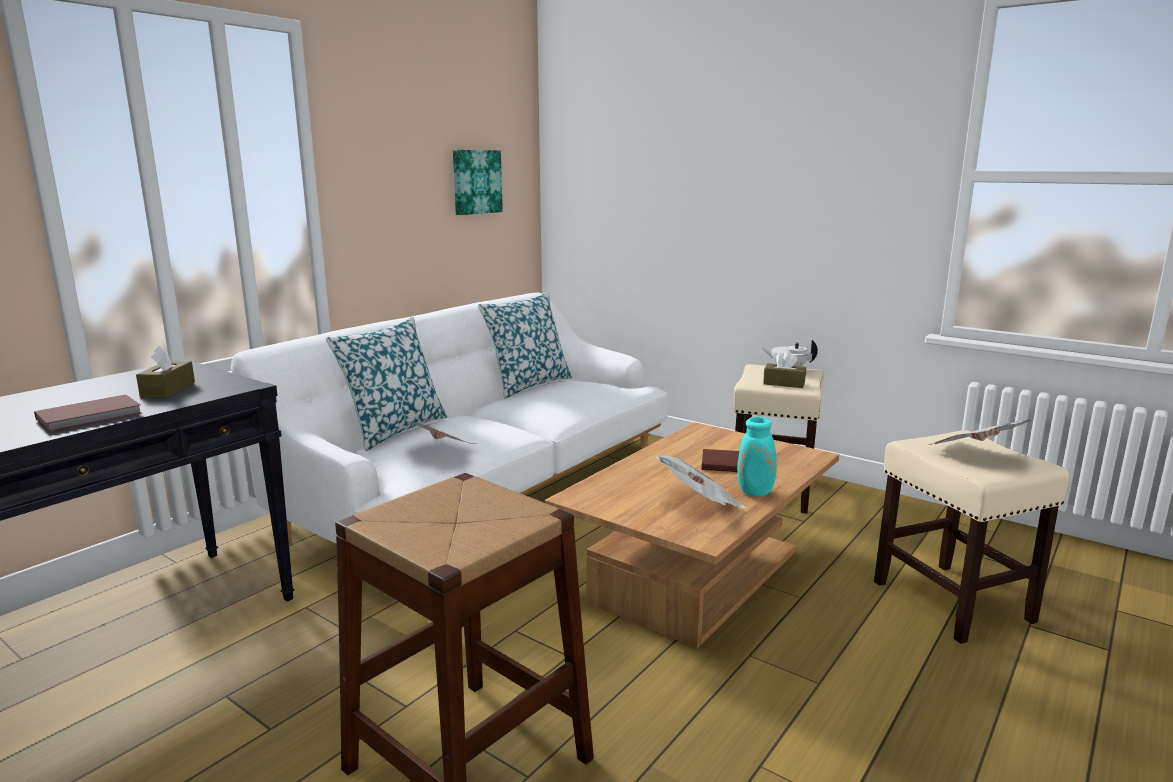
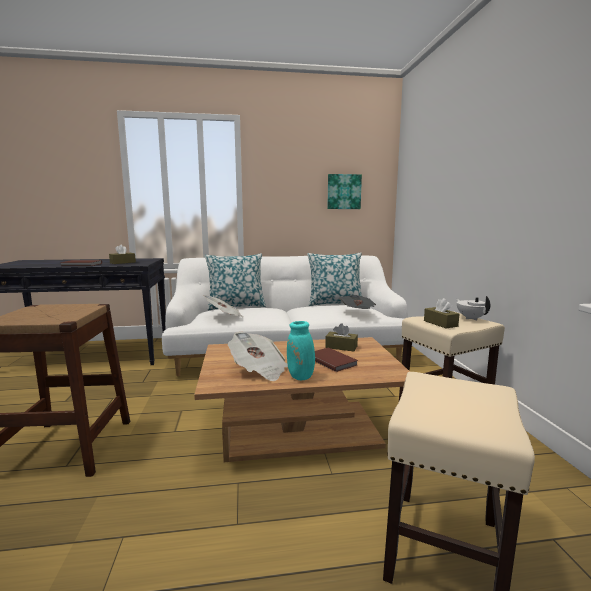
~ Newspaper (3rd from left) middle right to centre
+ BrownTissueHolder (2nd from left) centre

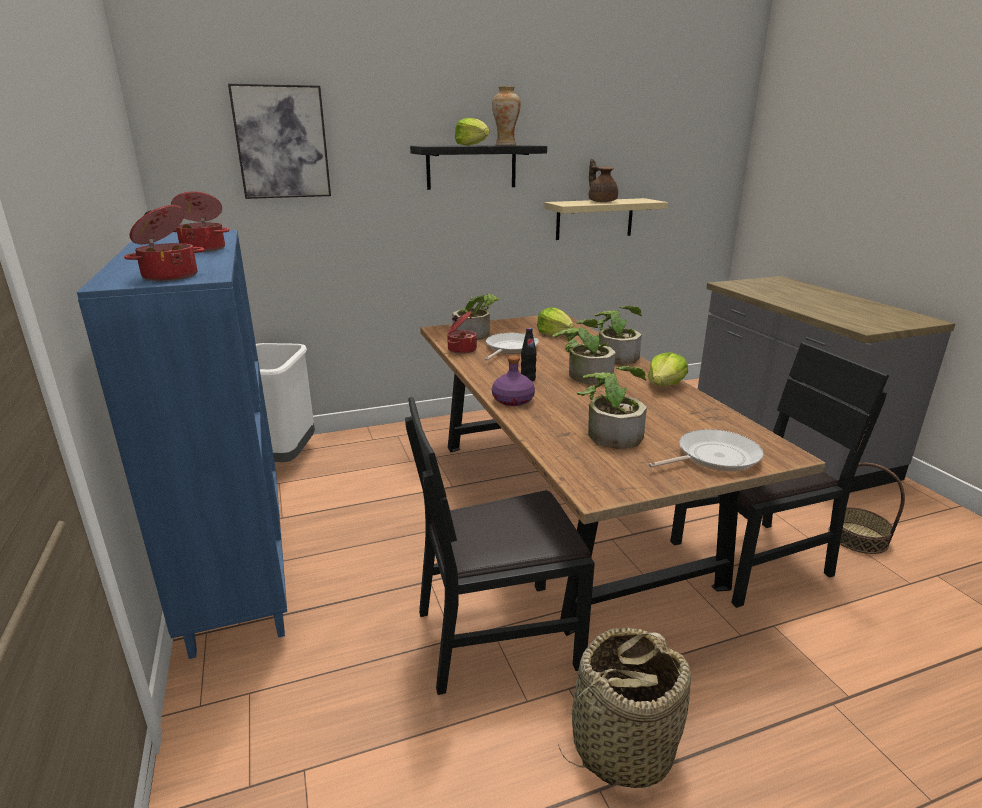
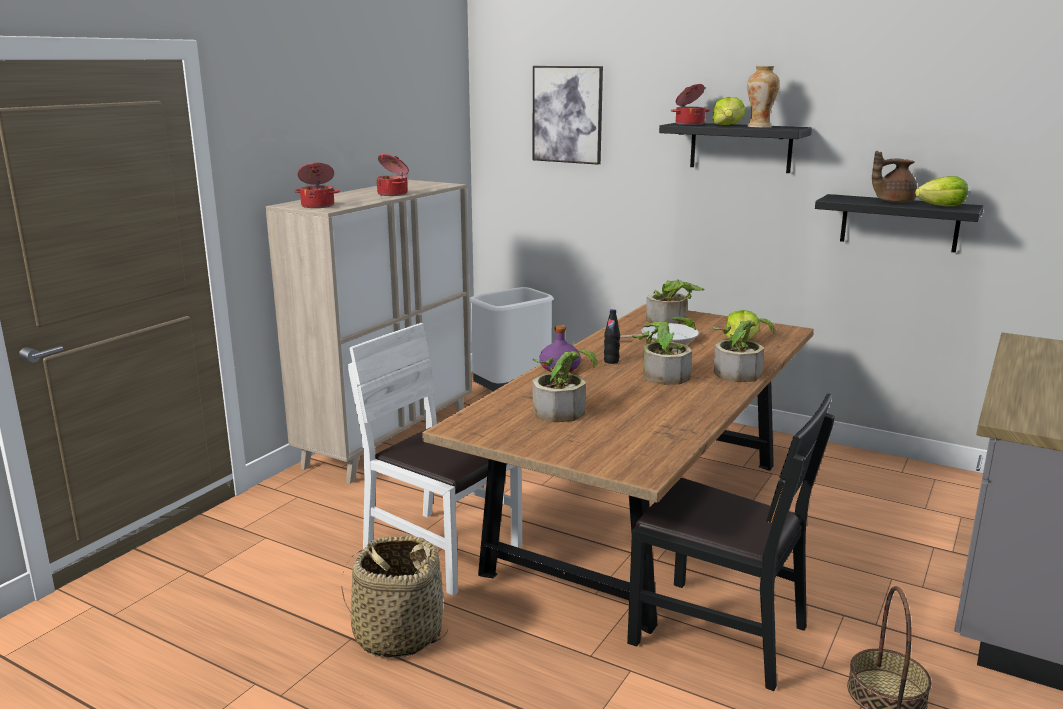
~ BrownTeapot top centre = top right 120 degrees counterclockwise
~ SandColouredShelf top centre to BlackColouredShelf (2nd from left) top right
~ BlueCupboard middle left to SandColouredCupboard centre
~ CookingPot (3rd from left) centre to top centre
~ Lettuce (3rd from left) middle right to top right
~ BlackColouredChair (1st from left) bottom centre to WhiteColouredChair centre
- FryingPan (2nd from left) middle right

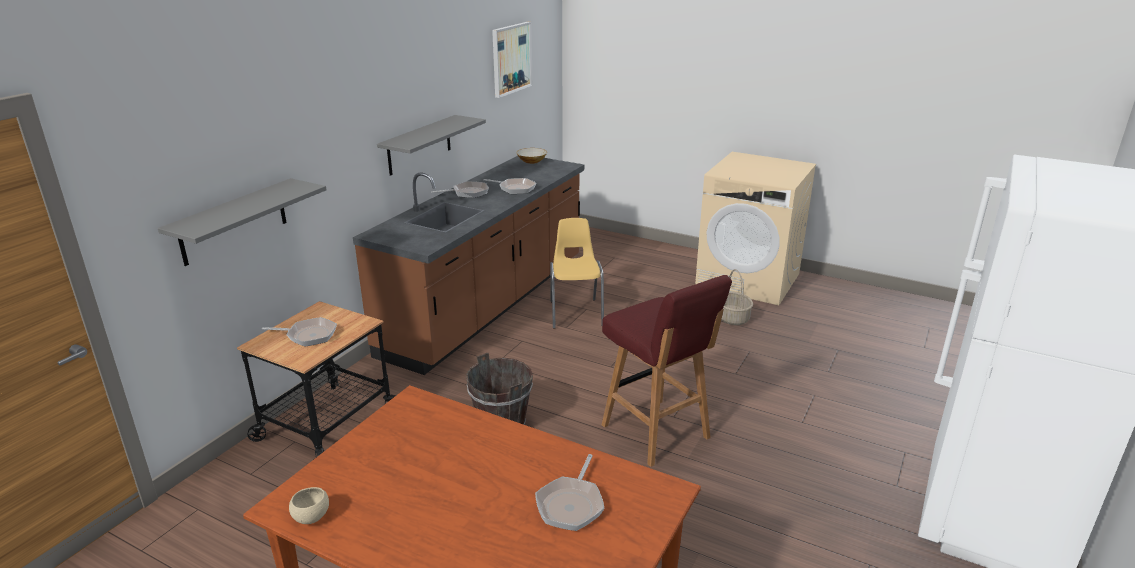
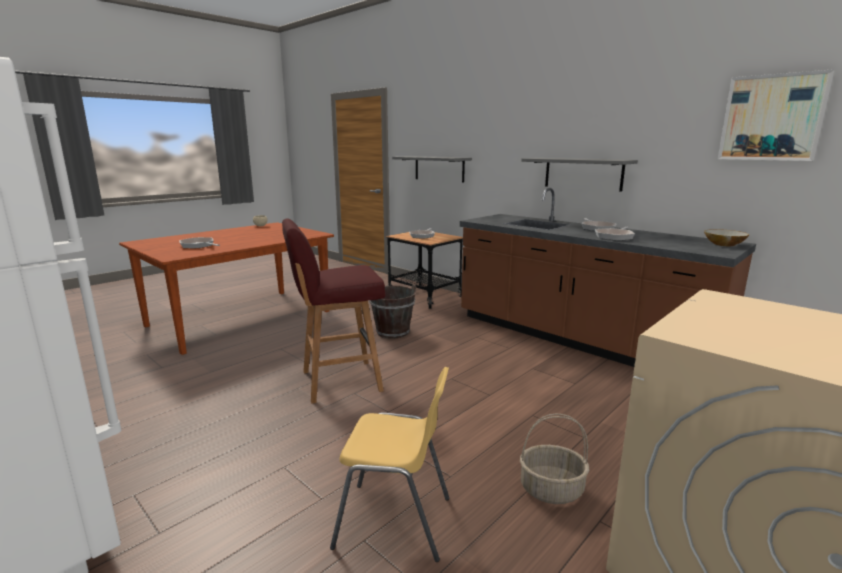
~ YellowColouredChair centre to bottom centre

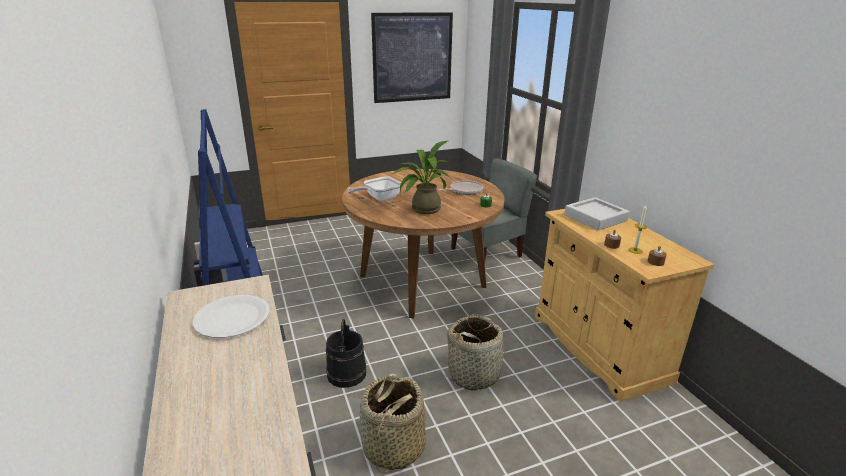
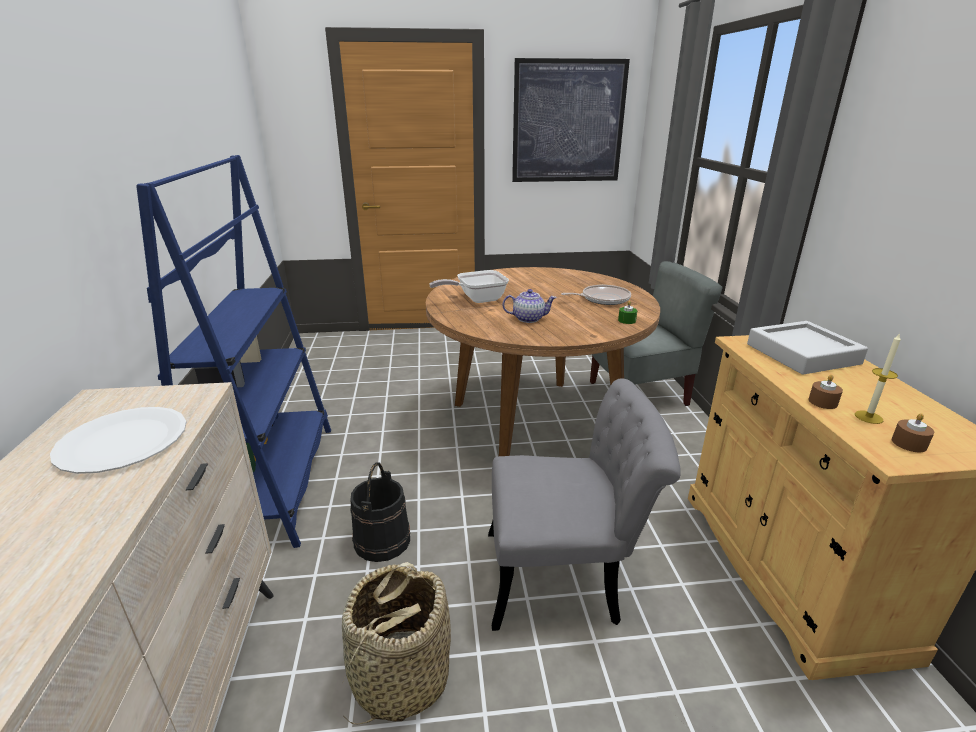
~ Houseplant centre to Teapot centre
~ HouseholdBasket (2nd from left) bottom centre to GreyChair (1st from left) bottom centre

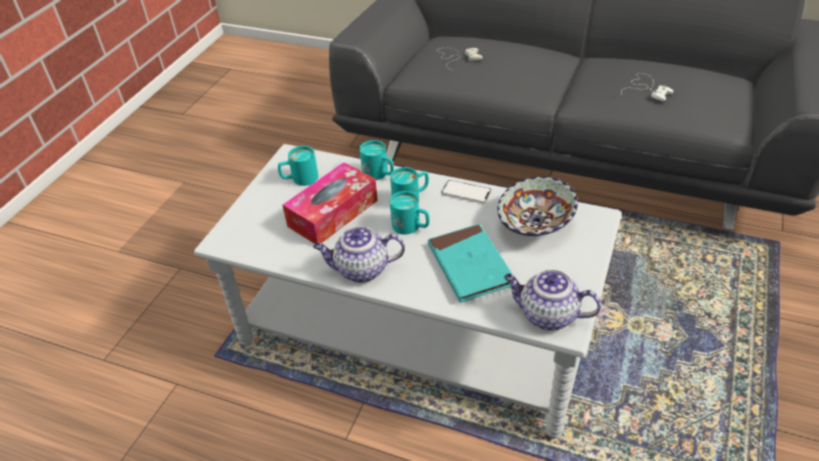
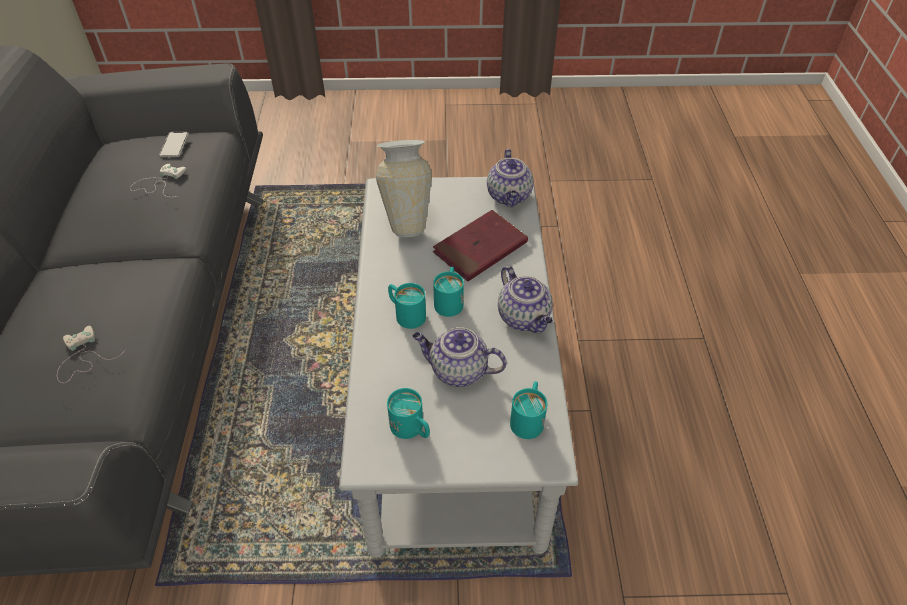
~ TurquoiseColouredCoffeeMug (2nd from left in the first image) centre to TurquoiseColouredCoffeeMug (4th from left) bottom centre
~ TissueHolder centre to Teapot (1st from left) centre
~ Bowl centre to DecorativeVase top centre
~ Handset centre to top left
~ TurquoiseColouredBoundBook centre to RedBoundBook centre

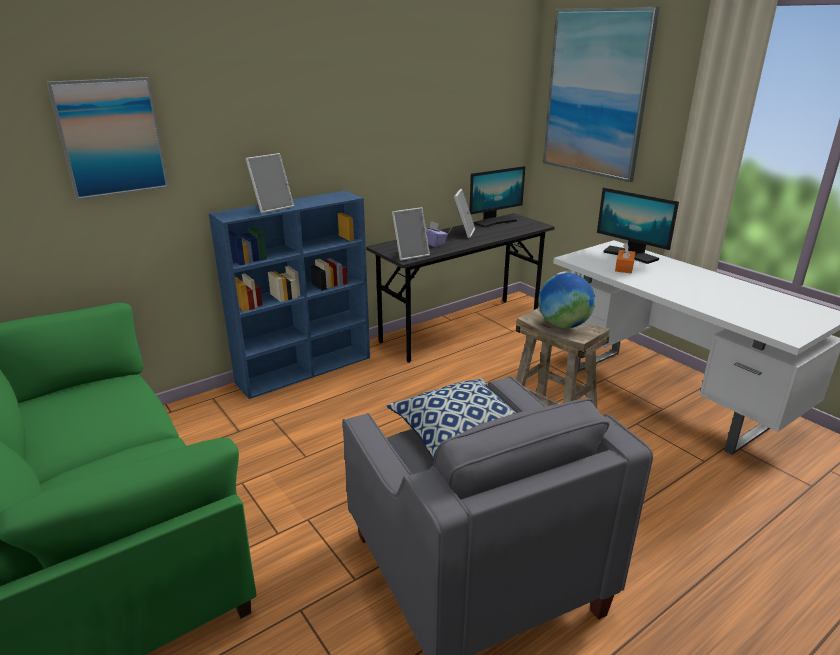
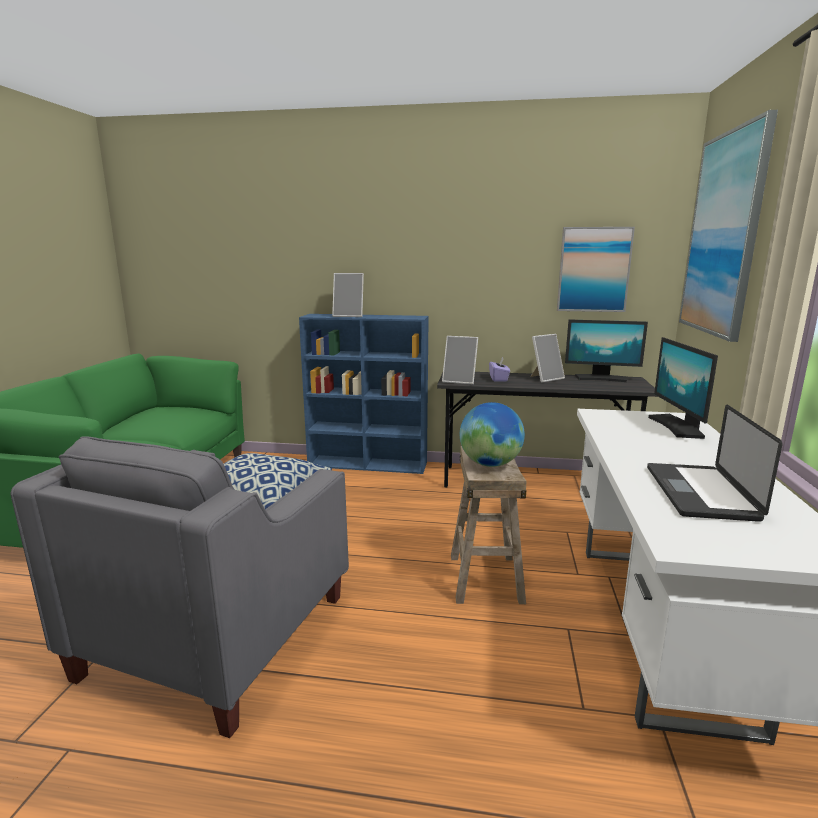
~ WallArt (1st from left) top left to top right
- OrangeColouredTissueHolder middle right
+ NotebookComputer middle right

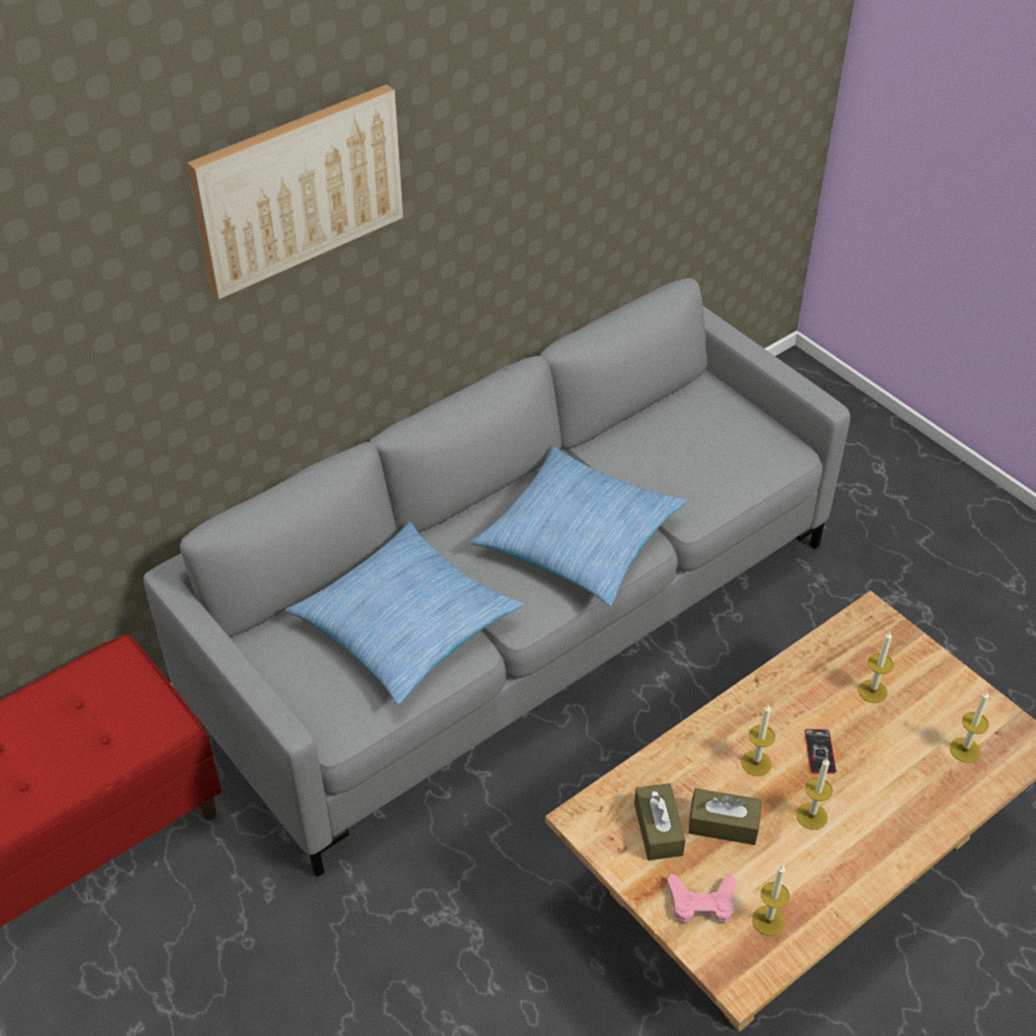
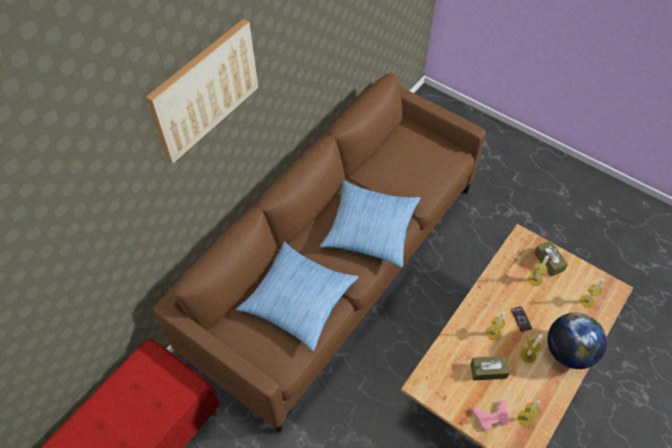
~ GreySettee centre to BrownSettee centre
~ BrownTissueHolder (1st from left in the first image) bottom centre to BrownTissueHolder (2nd from left) middle right
+ DeskGlobe bottom right

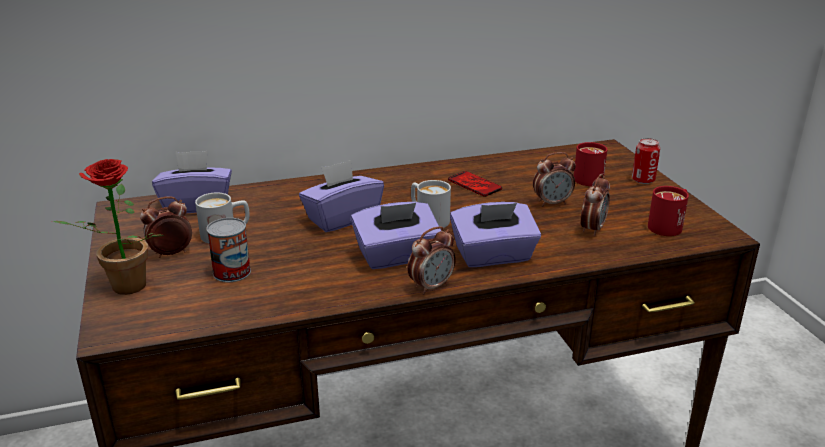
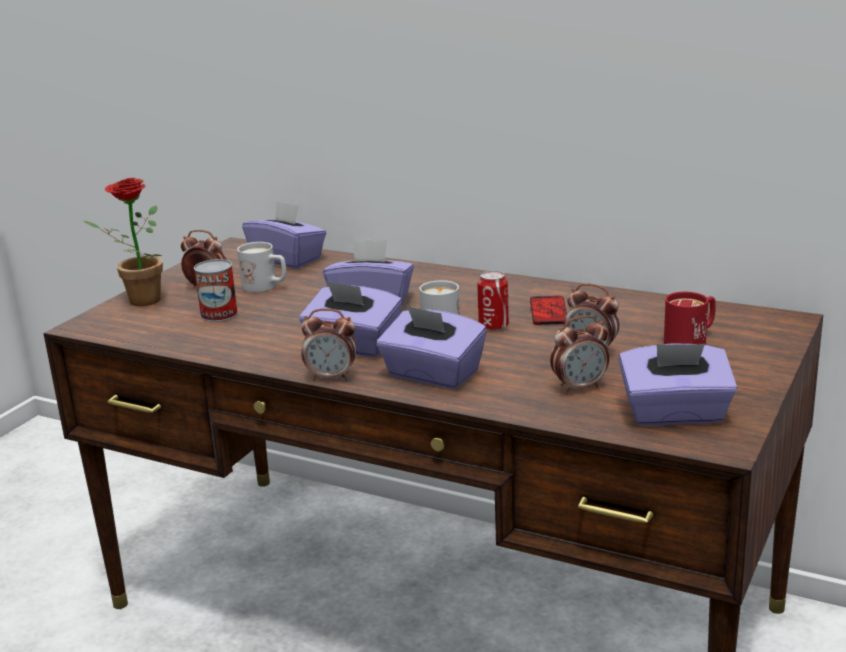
~ MetalCan (2nd from left) middle right to centre
~ RedCoffeeMug (2nd from left) middle right to PurplishTissueHolder (5th from left) middle right

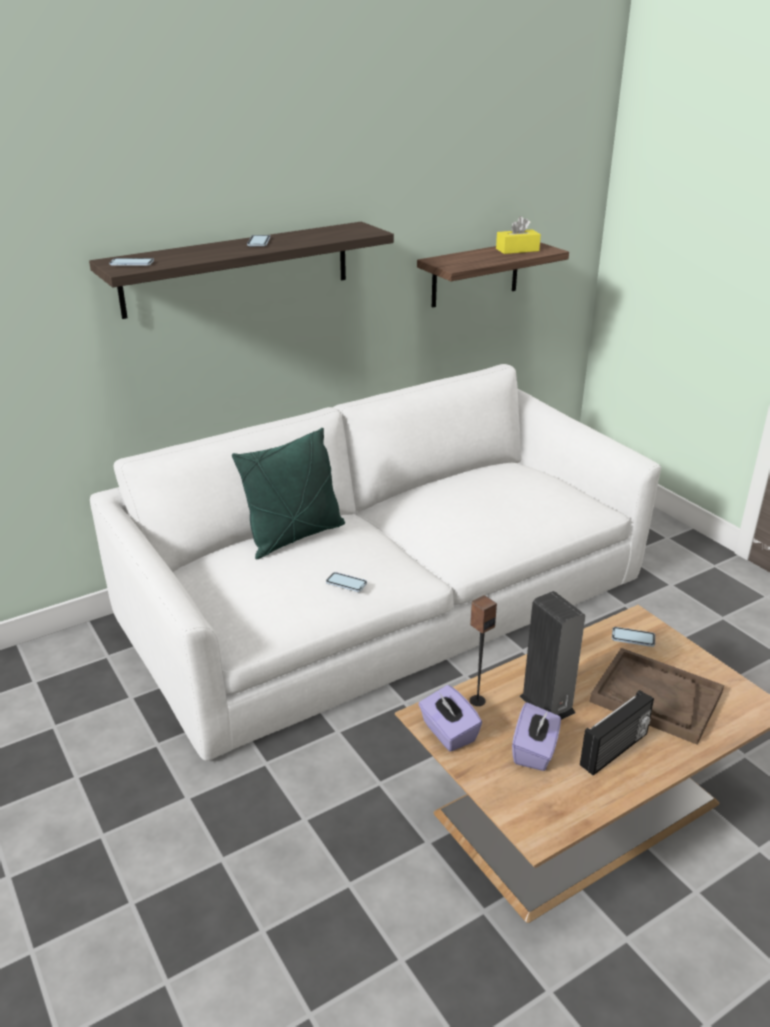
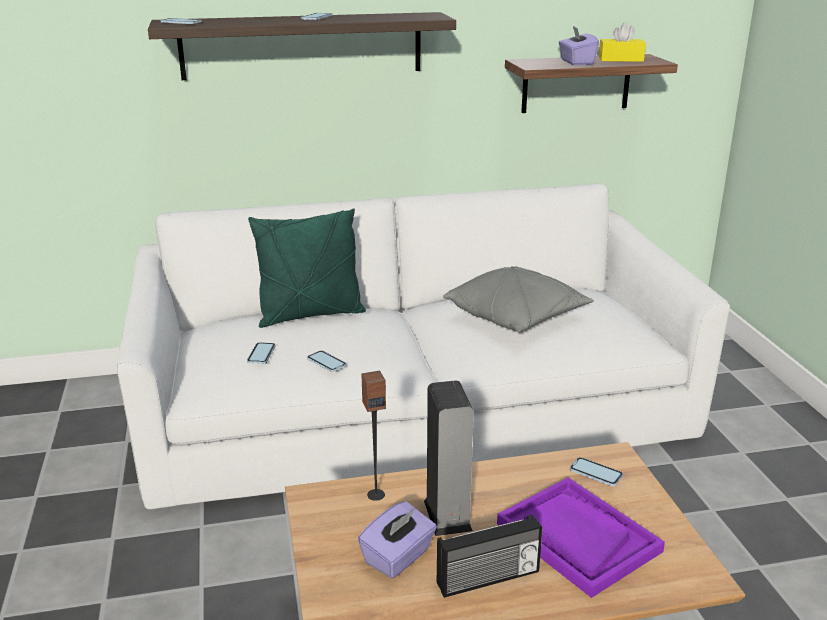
~ BrownCarryingTray bottom right to PurplishCarryingTray bottom right
~ PurplishTissueHolder (1st from left in the first image) bottom centre to PurplishTissueHolder (2nd from left) top right
+ GreyCushion centre
+ Handset (2nd from left) middle left

